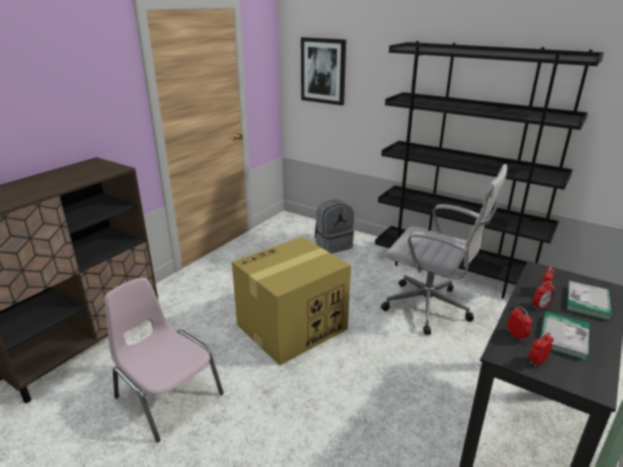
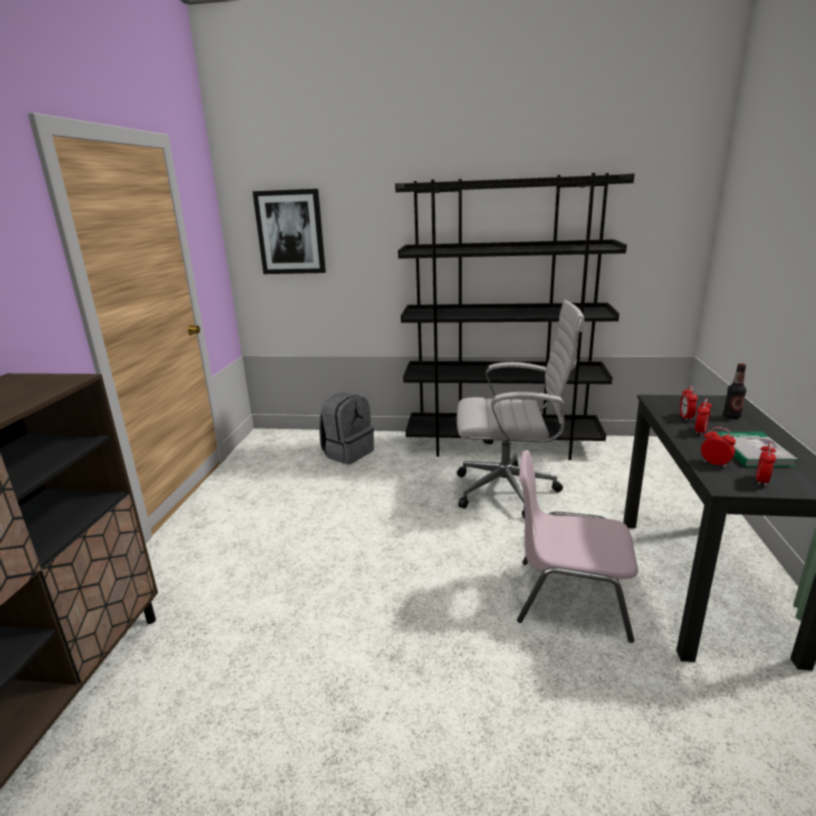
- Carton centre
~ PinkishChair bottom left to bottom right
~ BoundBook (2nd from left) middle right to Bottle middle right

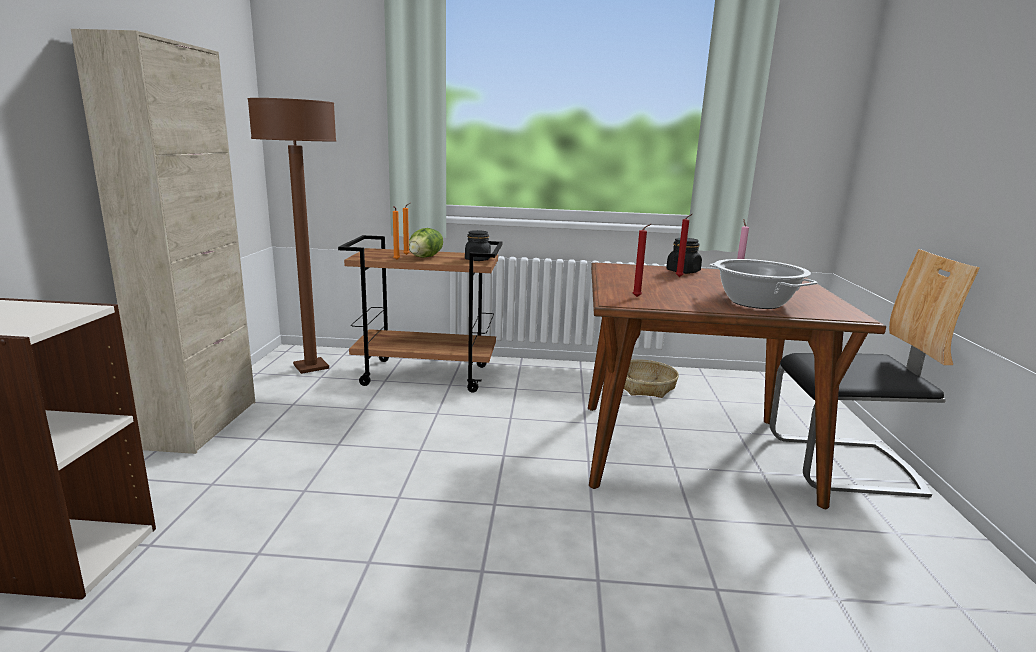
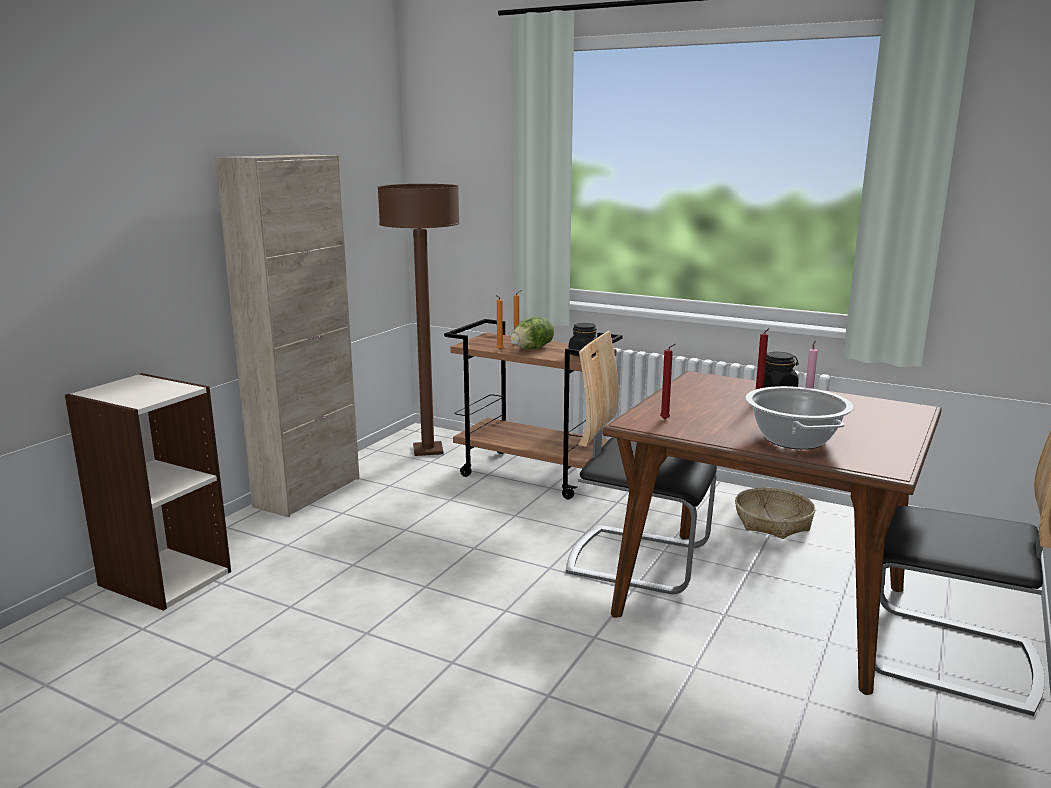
+ Chair (1st from left) centre

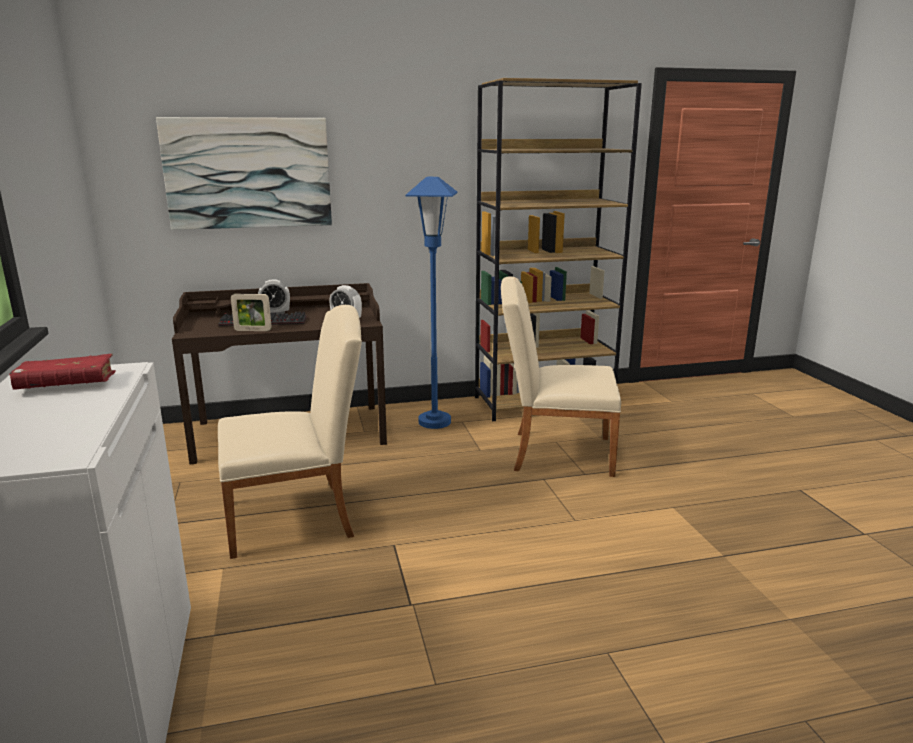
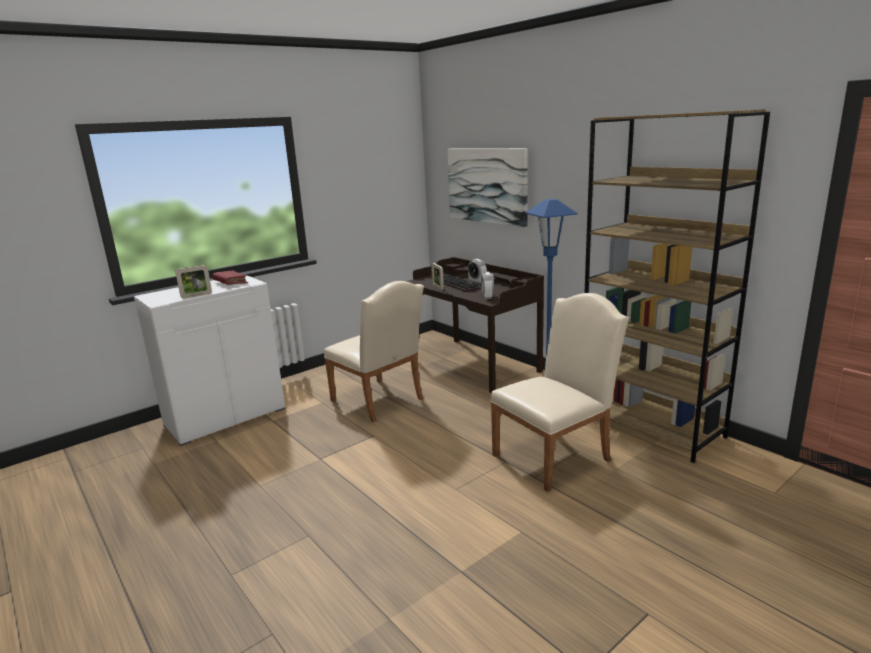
~ SandColouredChair (2nd from left) centre = centre 75 degrees clockwise
+ StandingFrame (1st from left) middle left

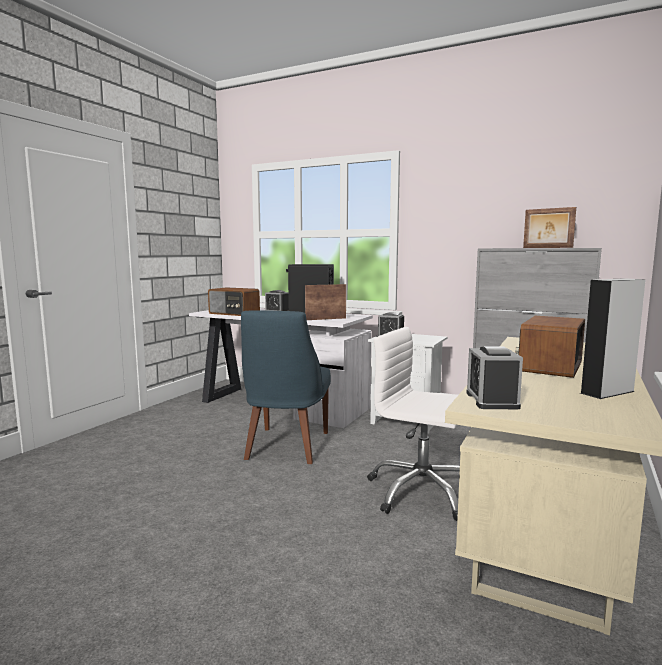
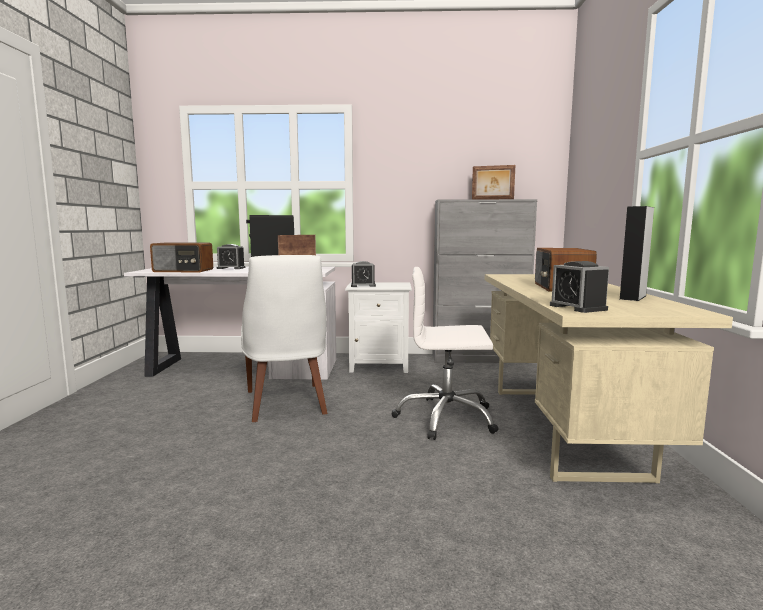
~ BlueChair centre to WhiteColouredChair centre

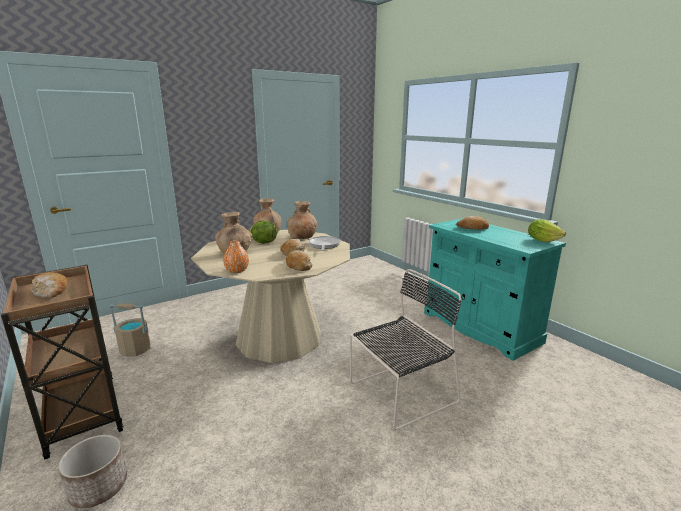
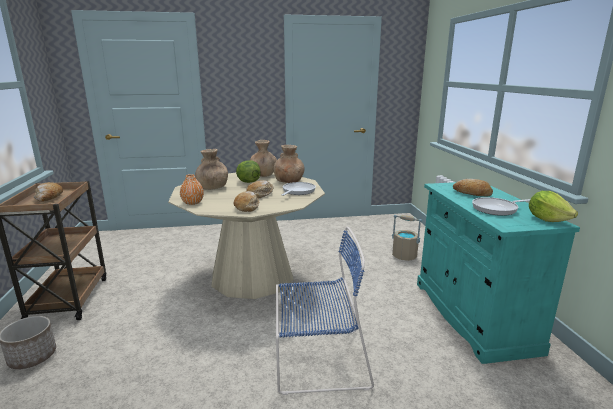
~ BlackColouredChair bottom centre to BlueChair bottom centre
~ SandColouredBucket middle left to centre
+ FryingPan (2nd from left) middle right

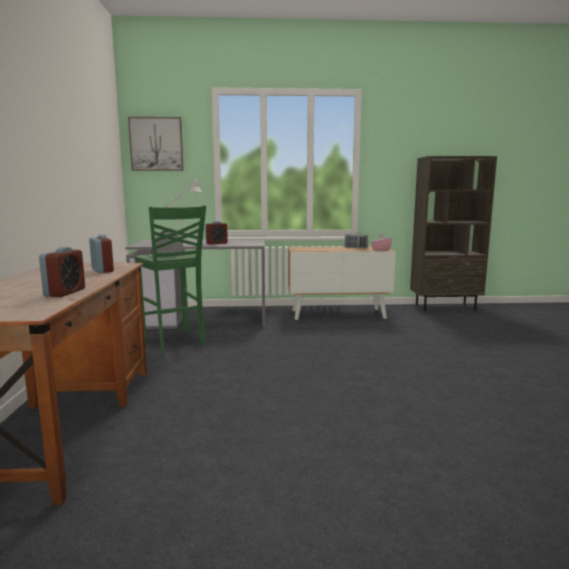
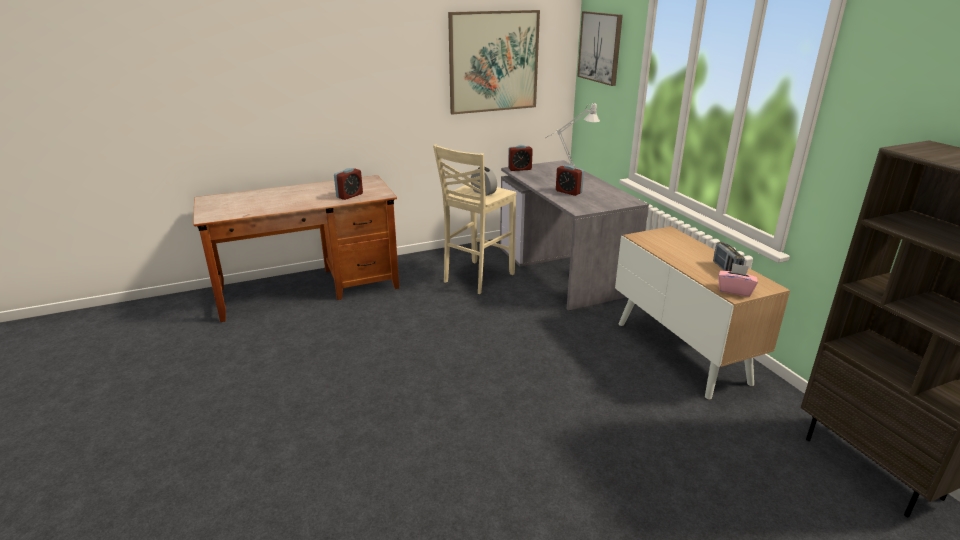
~ GreenishSittingStool middle left to SandColouredSittingStool centre
~ BedsideClock (1st from left in the first image) middle left to BedsideClock (3rd from left) top centre
+ WallArt (1st from left) top centre

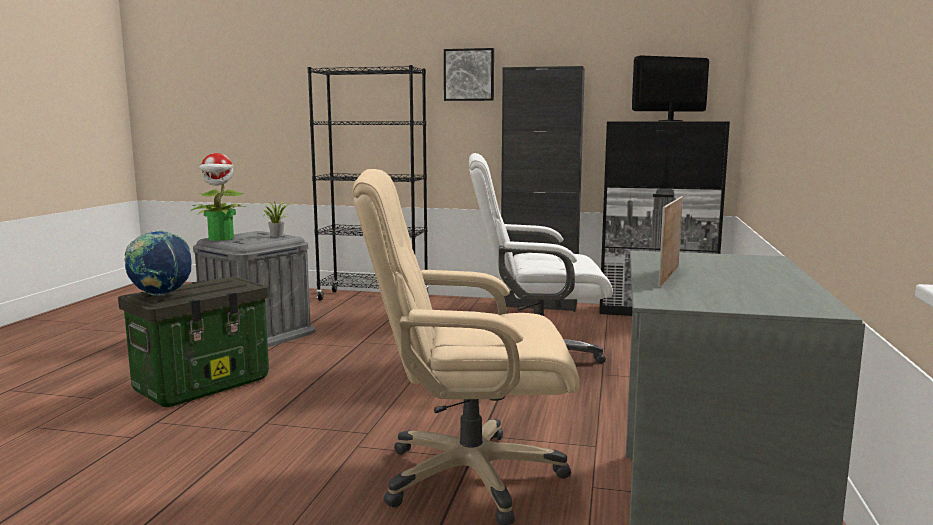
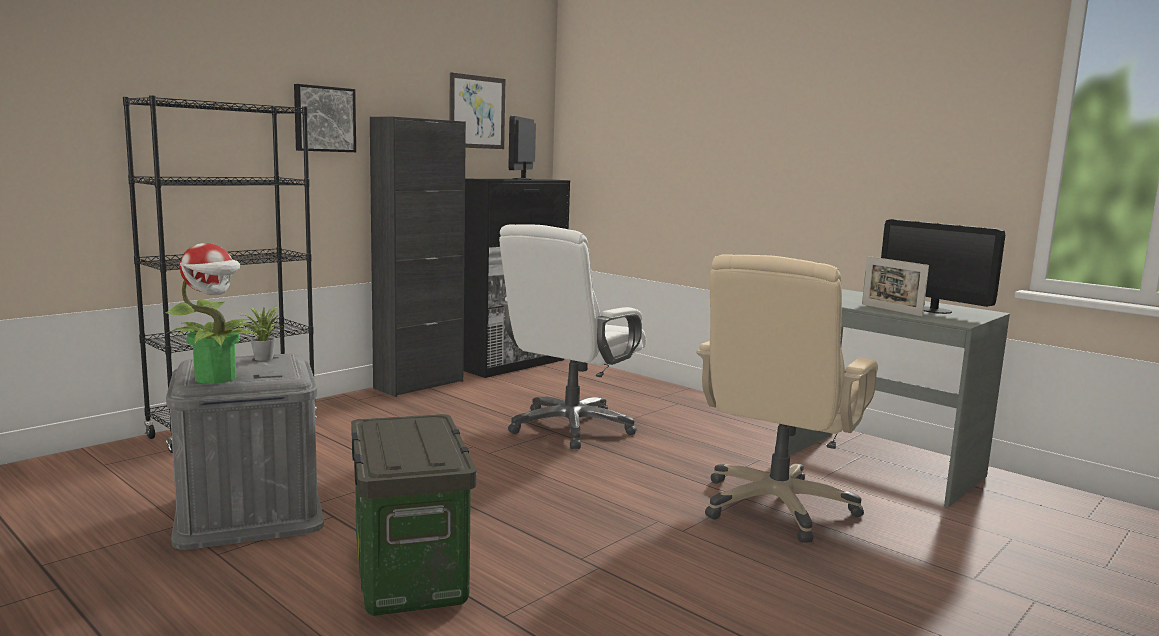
- DeskGlobe middle left
+ WallArt (2nd from left) top centre
+ Monitor (2nd from left) middle right

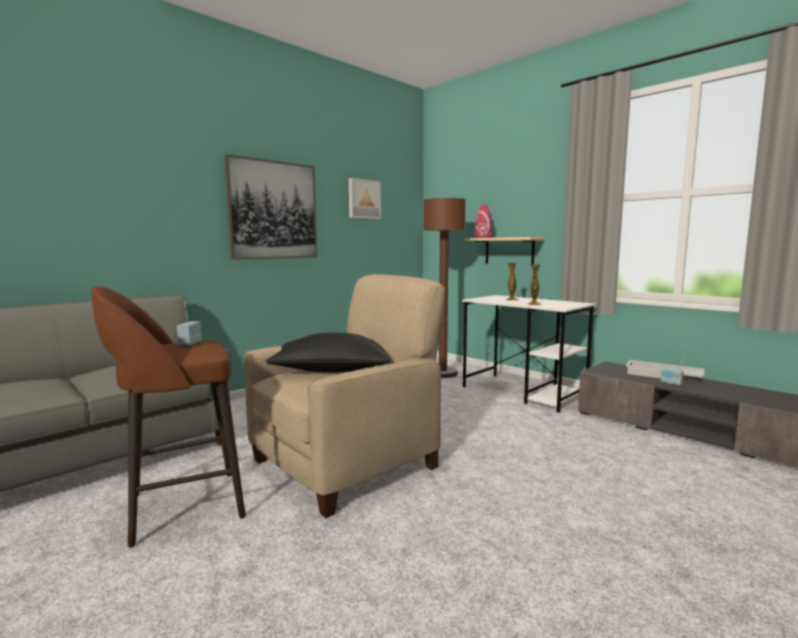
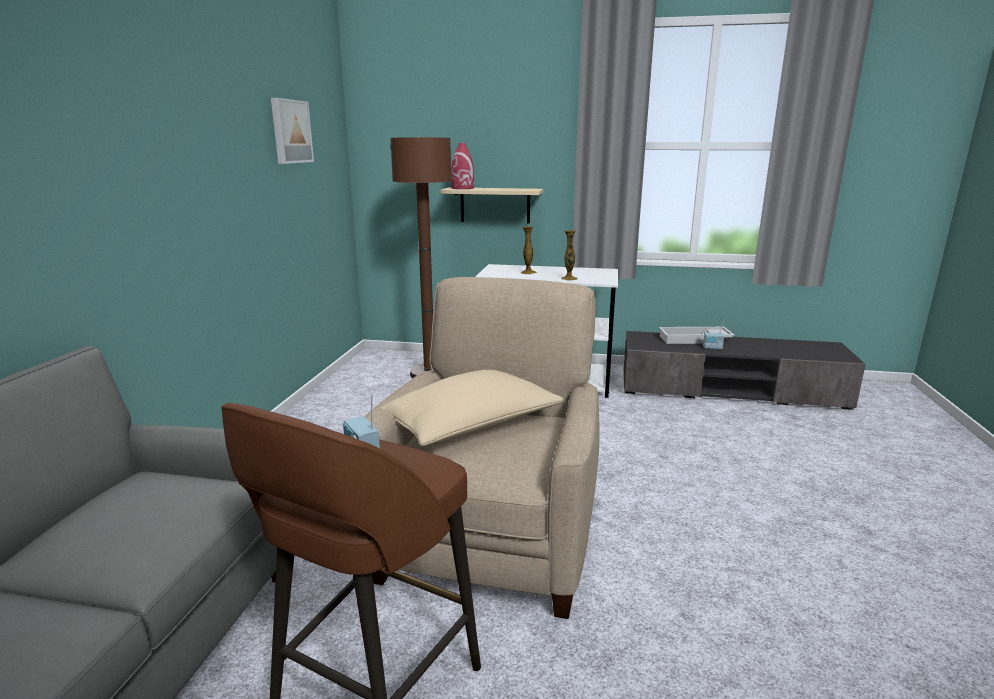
- WallArt (1st from left) top centre
~ BlackColouredCushion centre to SandColouredCushion centre

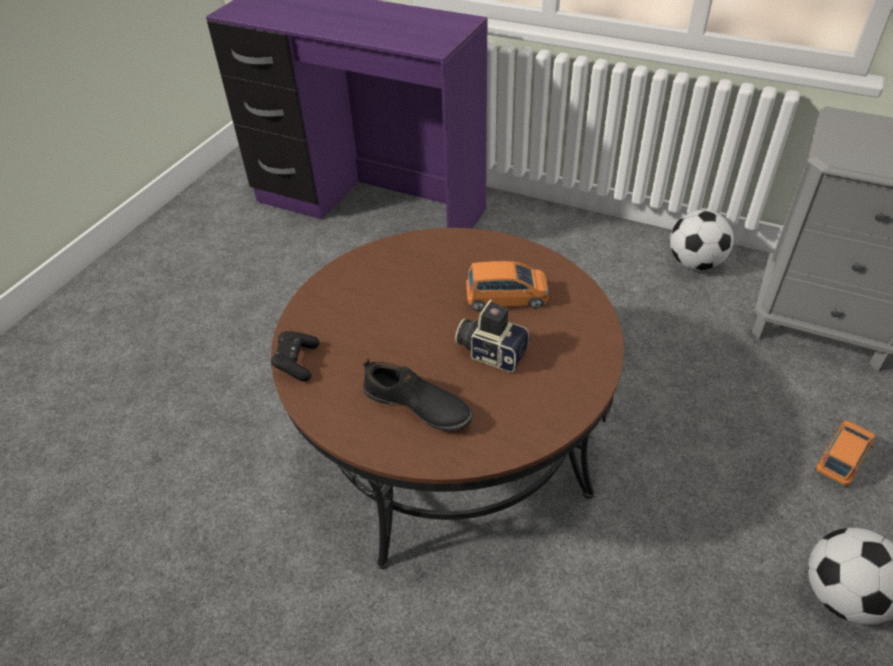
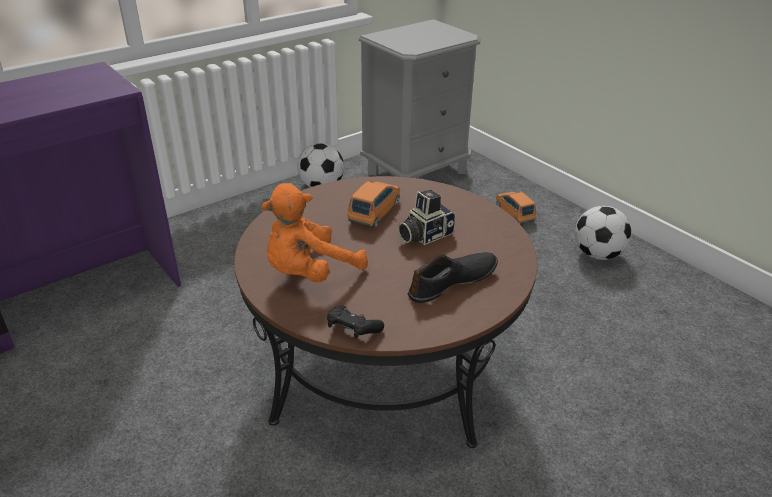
+ OrangeColouredCuddlyToy centre

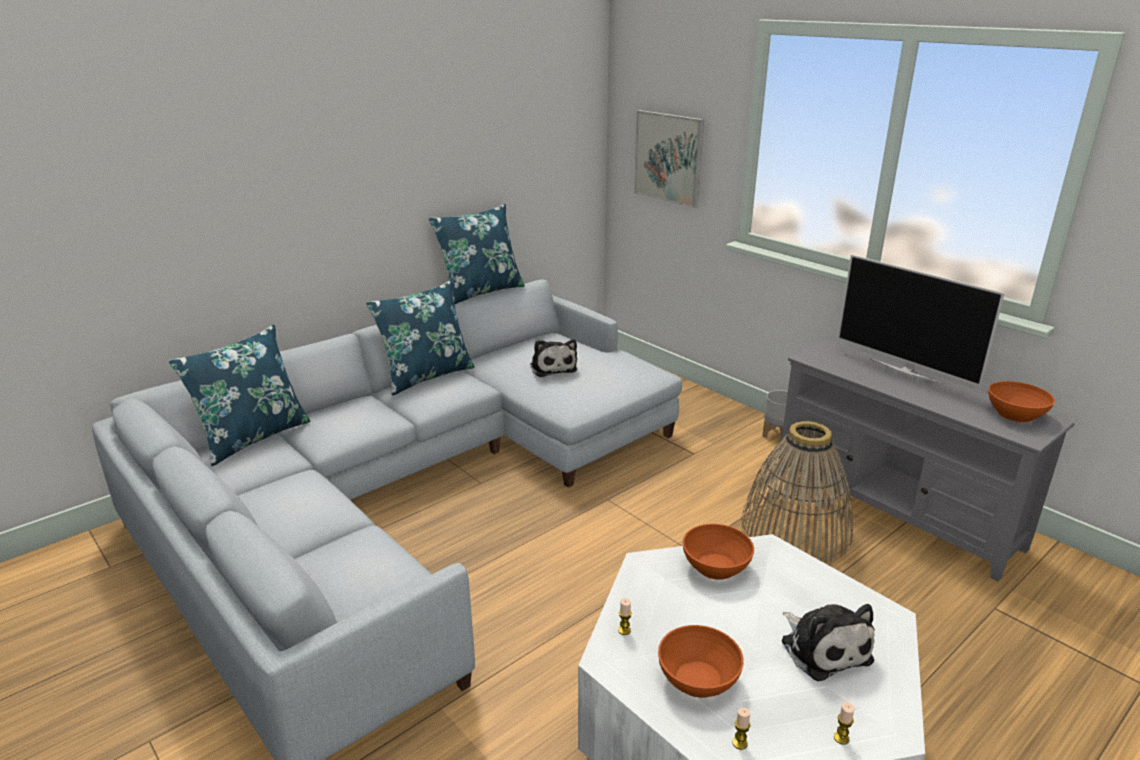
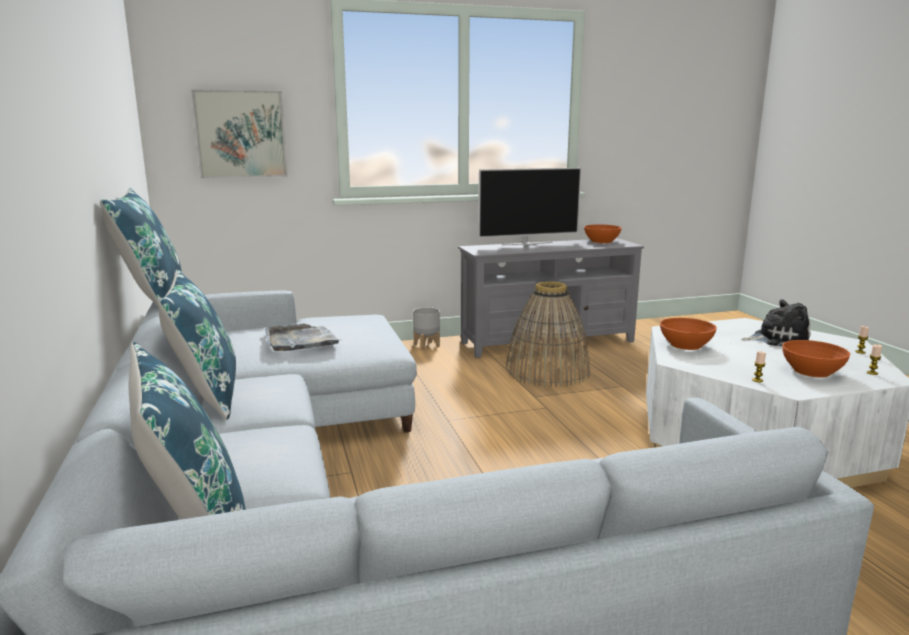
~ CuddlyToy (1st from left) centre to GreyCarryingTray middle left

